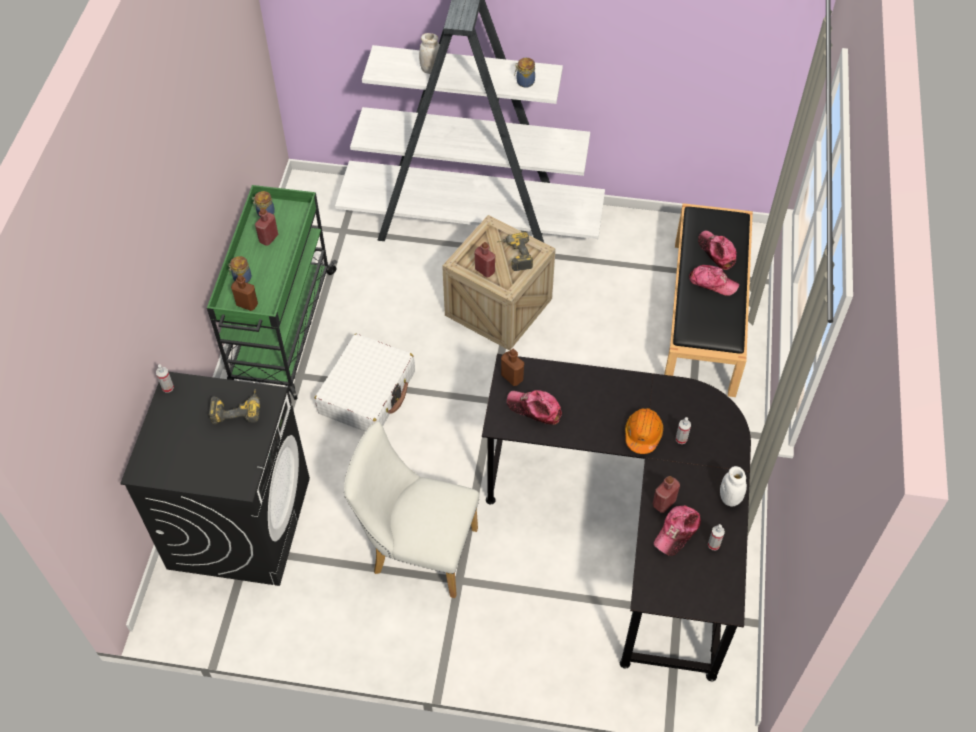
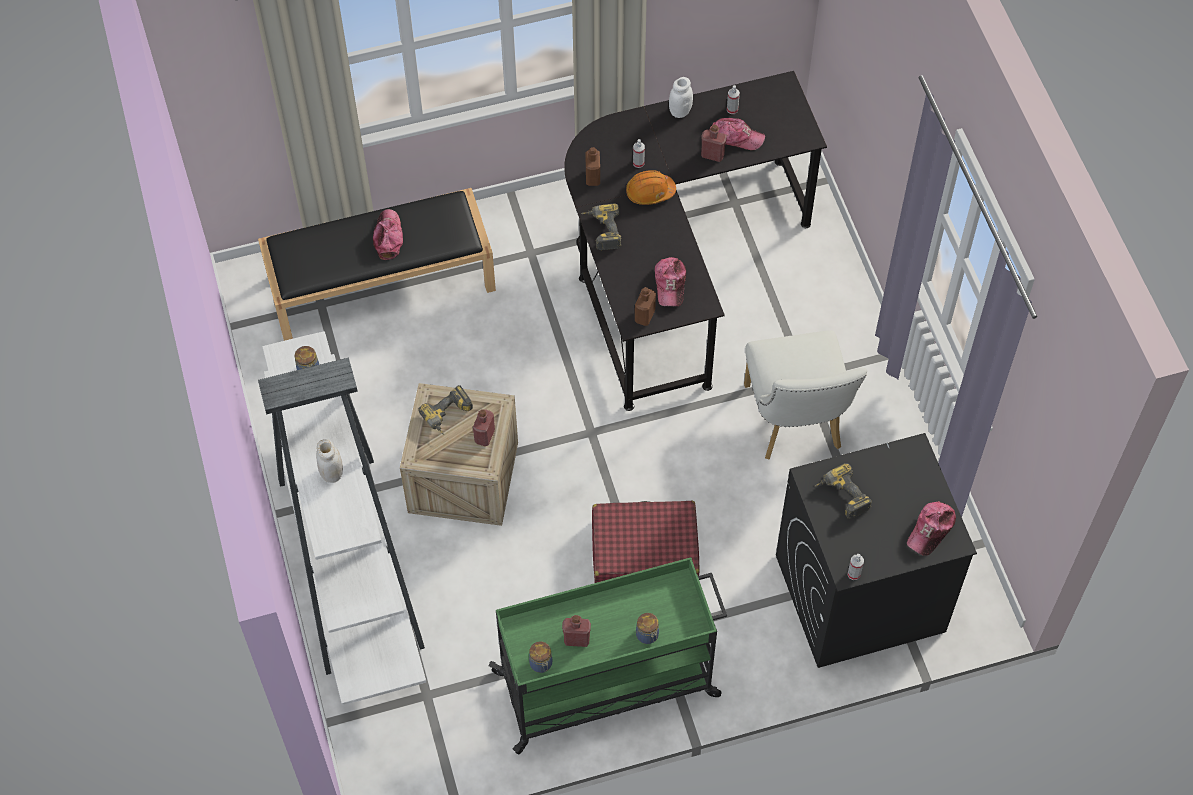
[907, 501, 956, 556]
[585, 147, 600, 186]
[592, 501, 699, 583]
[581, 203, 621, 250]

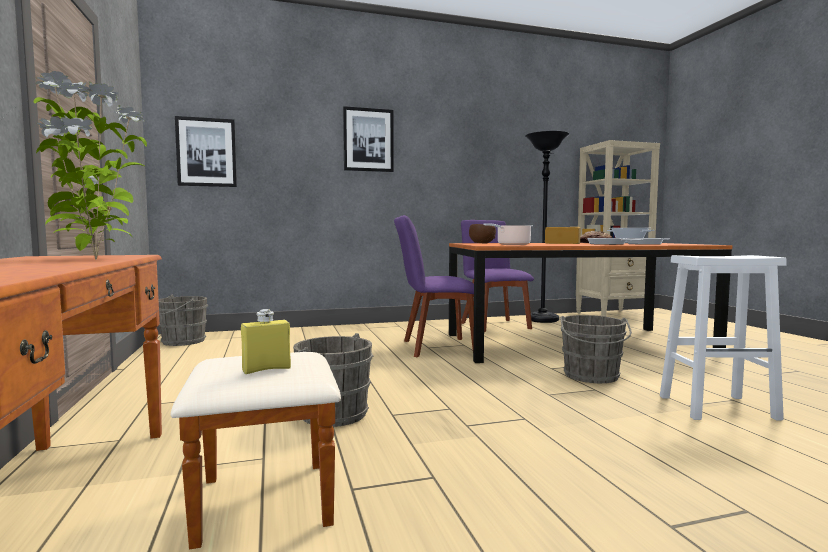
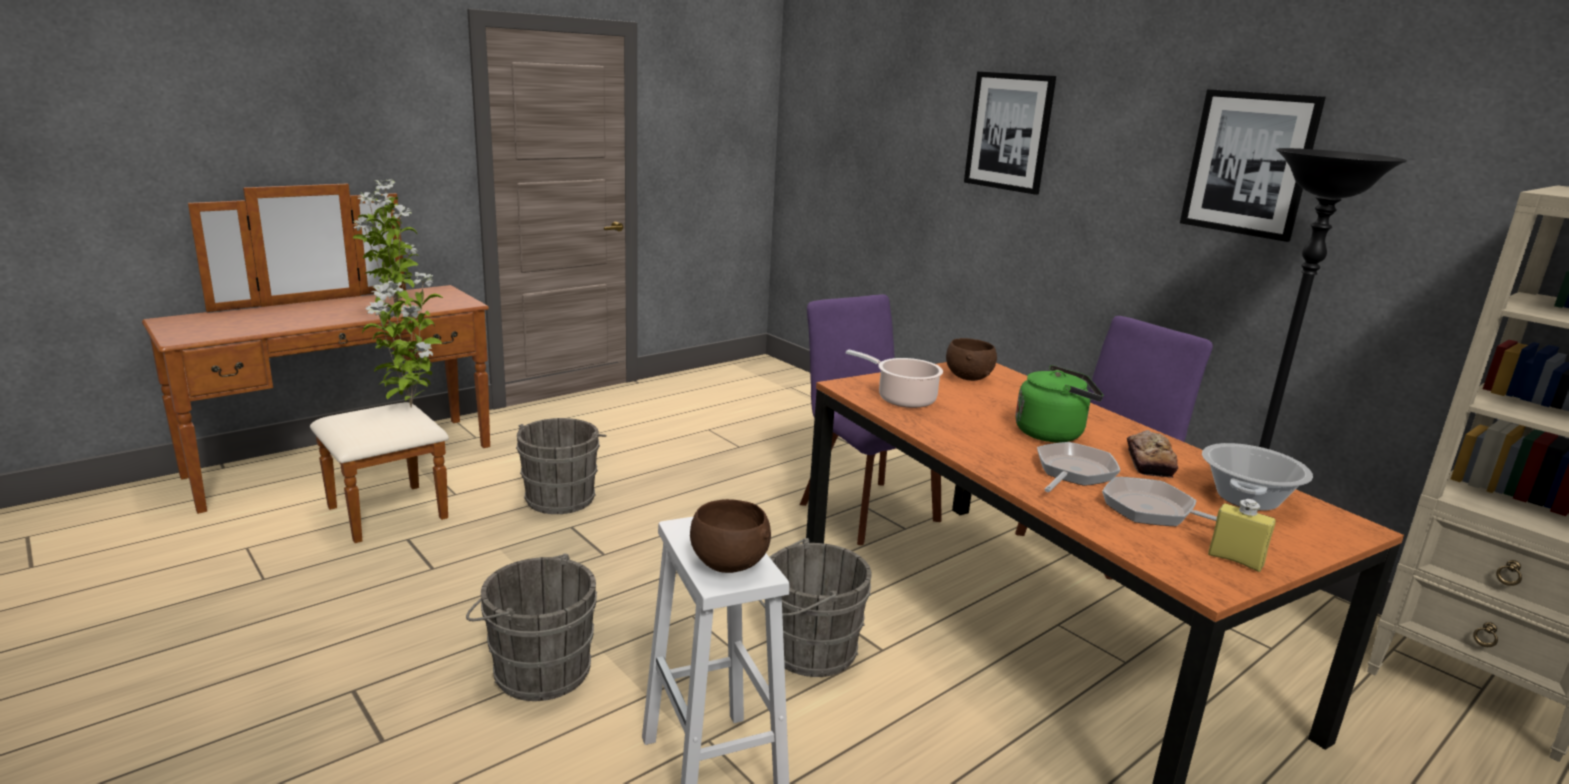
[1180, 89, 1326, 242]
[1016, 365, 1104, 443]
[466, 553, 597, 701]
[1208, 499, 1276, 572]
[362, 272, 443, 408]
[690, 499, 771, 573]

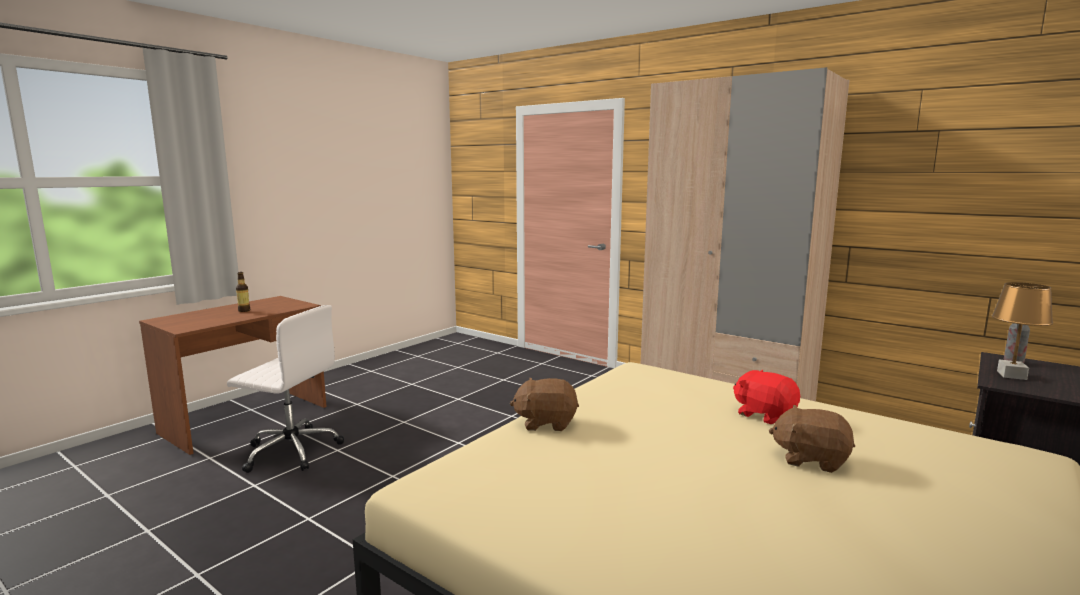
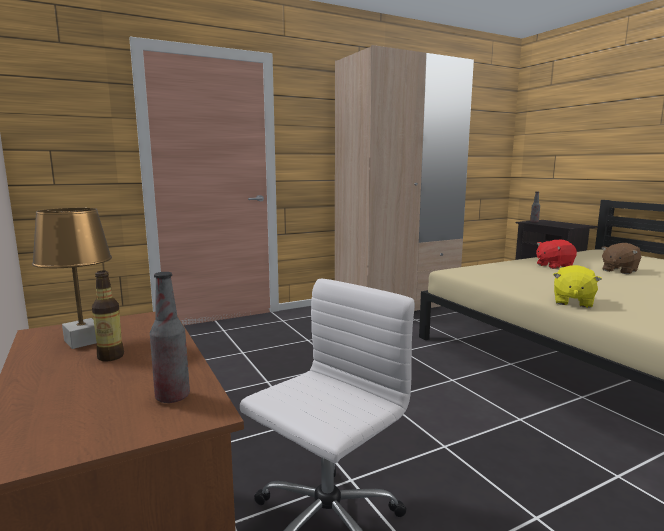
[32, 208, 112, 349]
[553, 265, 602, 308]
[150, 272, 190, 403]

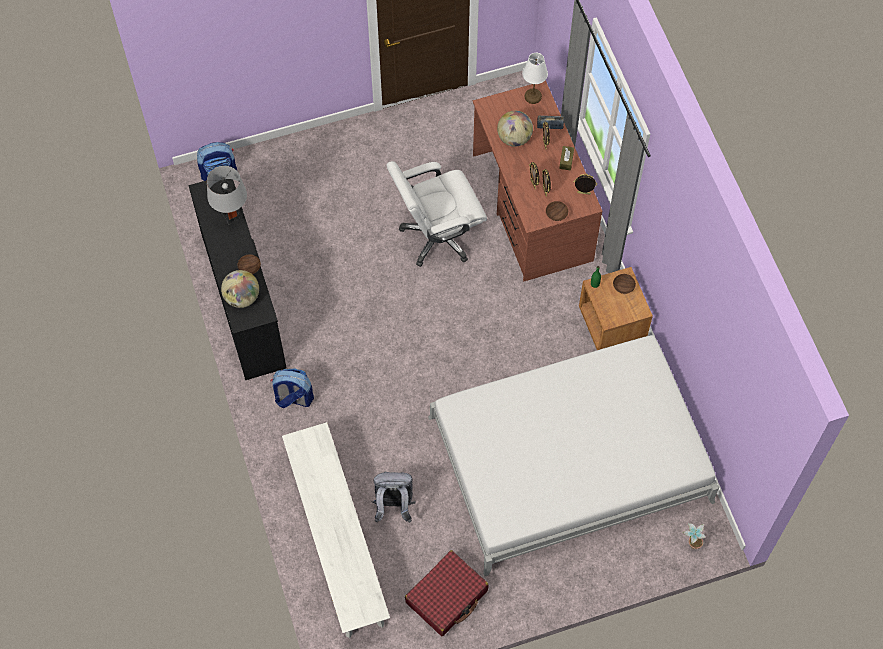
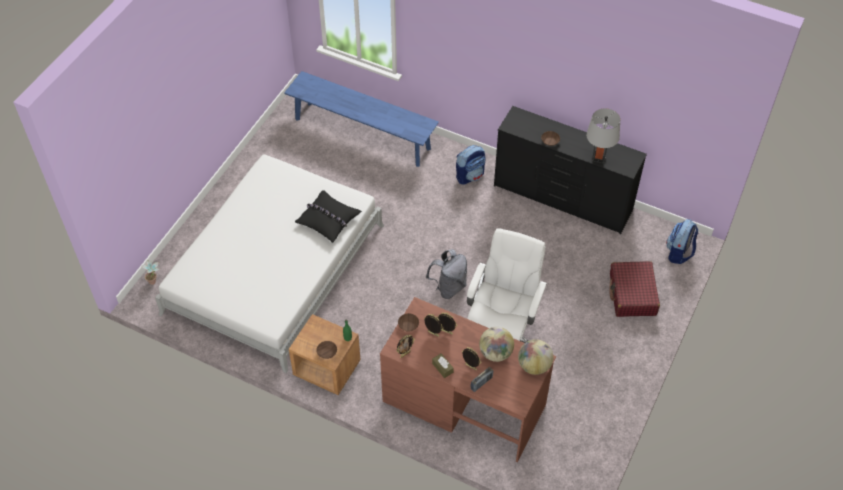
[522, 53, 548, 104] (first image)
[518, 339, 553, 375]
[284, 71, 439, 167]
[426, 249, 467, 299]
[609, 261, 660, 317]
[295, 190, 362, 243]

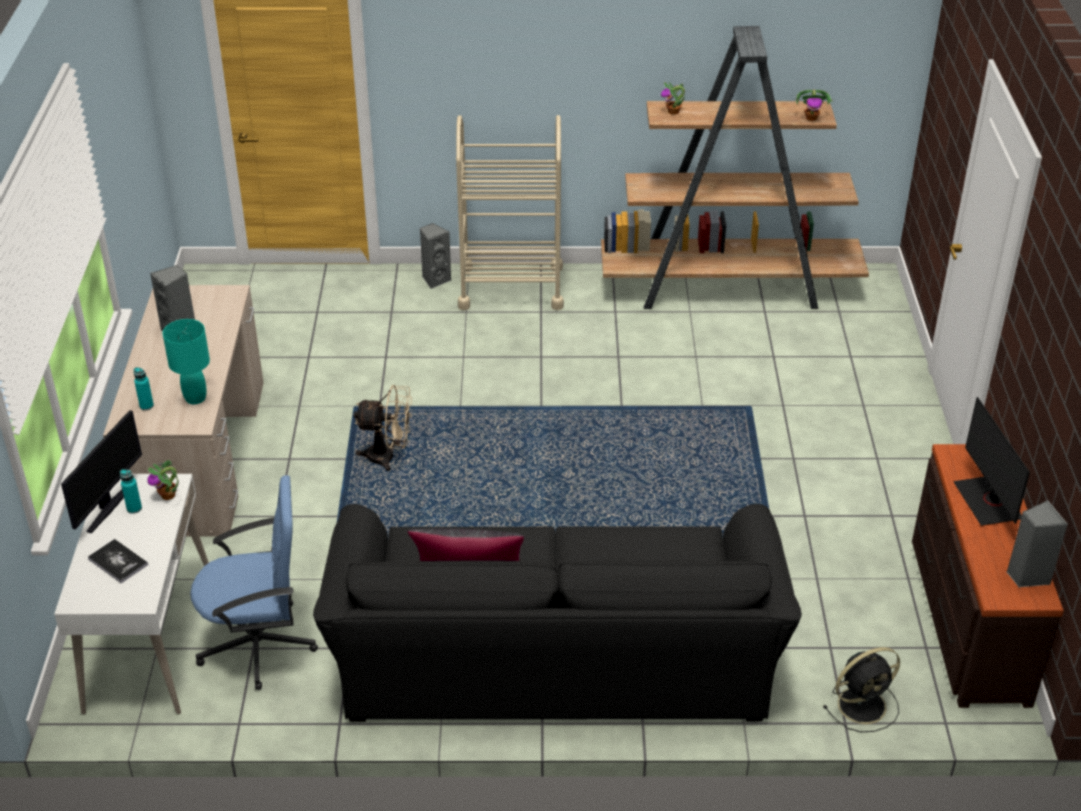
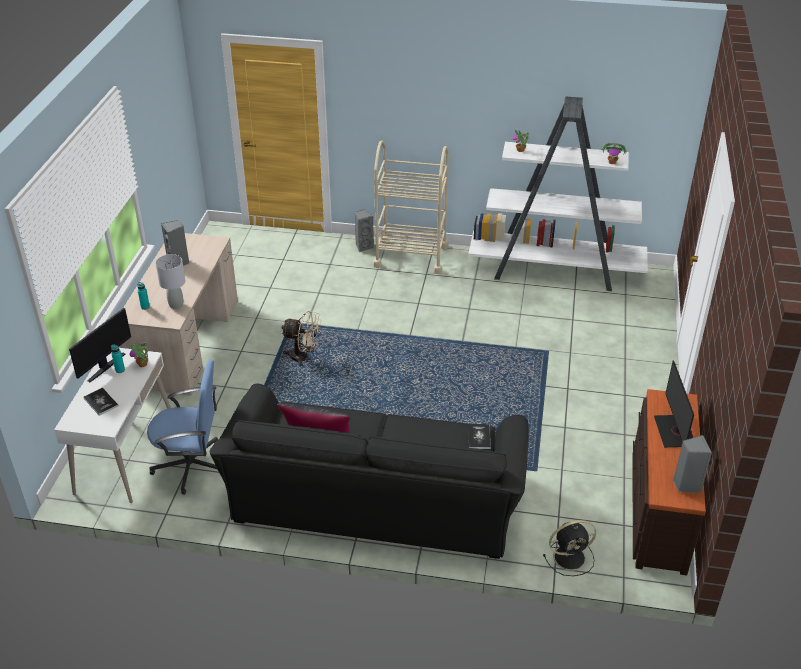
[468, 96, 648, 291]
[156, 254, 186, 309]
[468, 424, 491, 449]

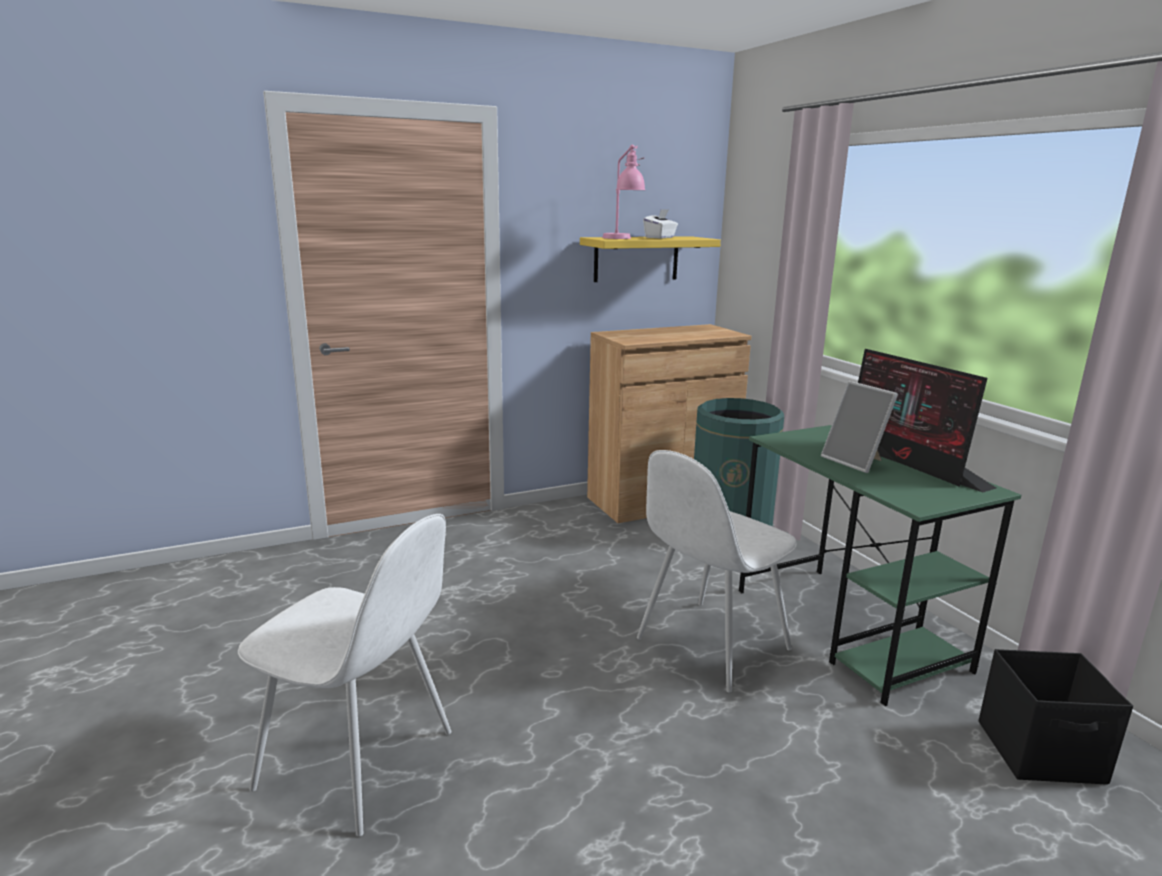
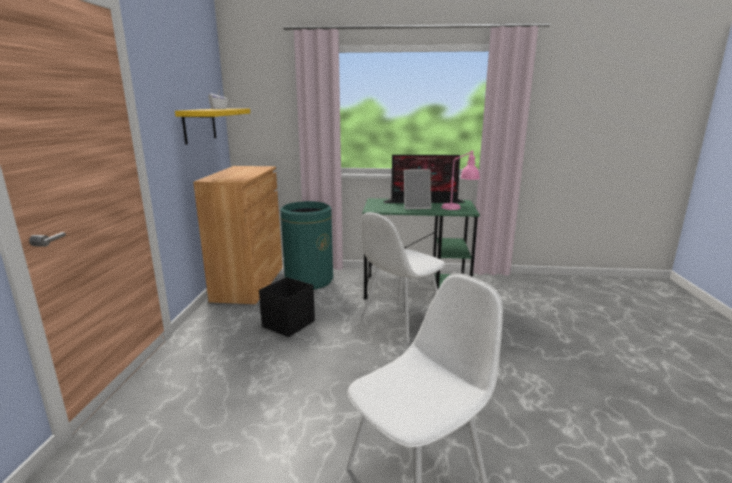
[441, 151, 480, 210]
[362, 212, 445, 343]
[259, 277, 315, 337]

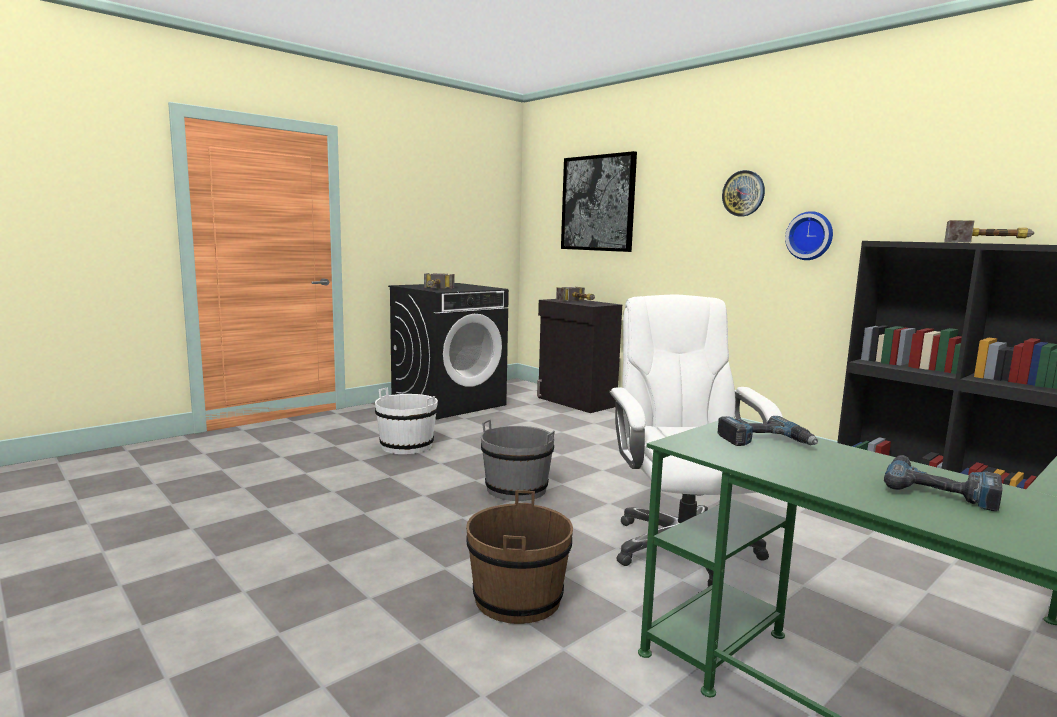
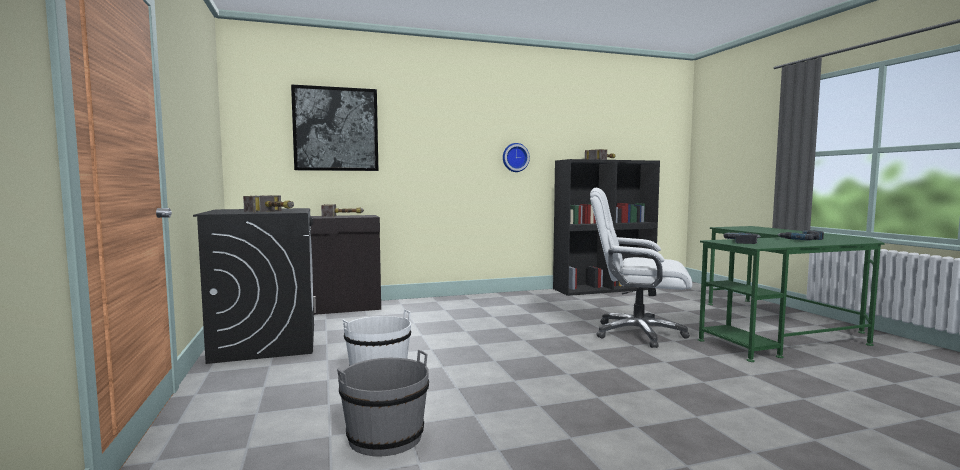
[722, 170, 765, 216] (first image)
[337, 350, 429, 456]
[466, 490, 573, 624] (first image)

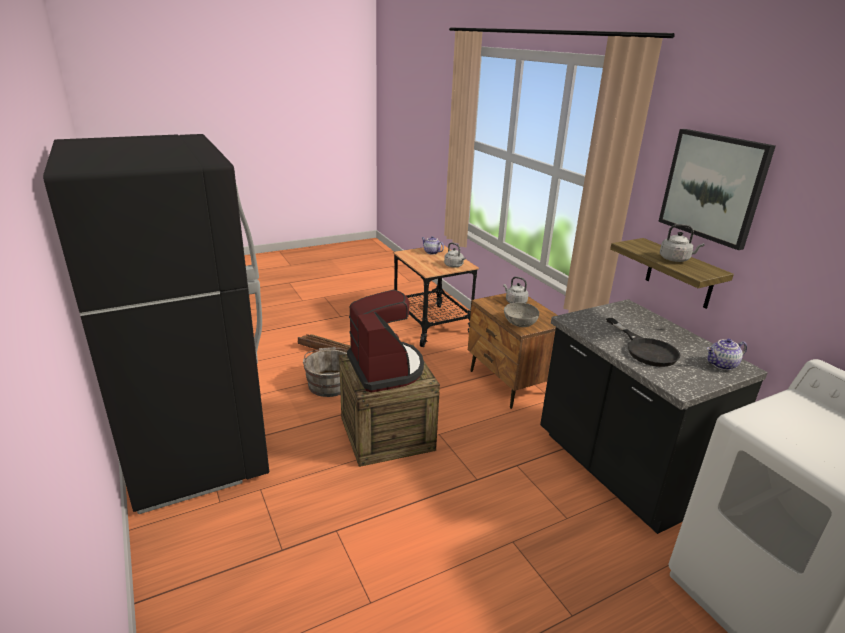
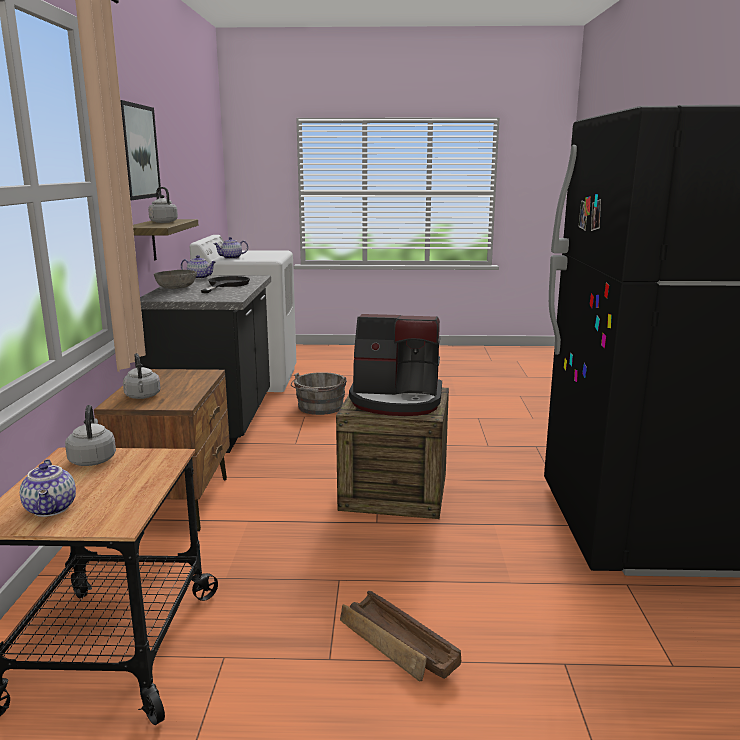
[349, 314, 442, 416]
[154, 270, 197, 289]
[291, 372, 347, 415]
[214, 237, 248, 259]

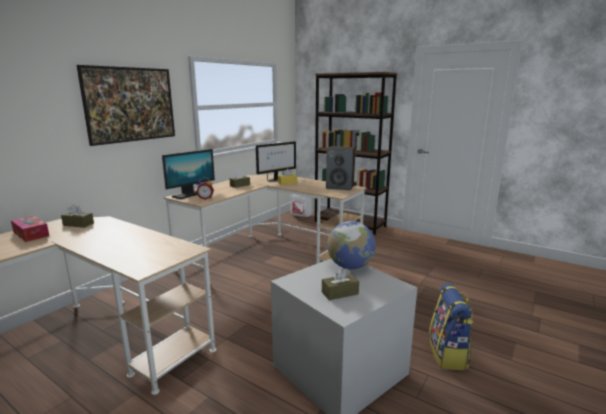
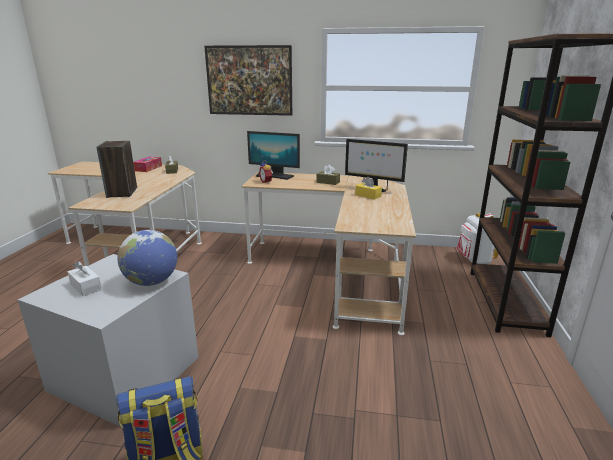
[97, 141, 137, 198]
[68, 261, 102, 296]

